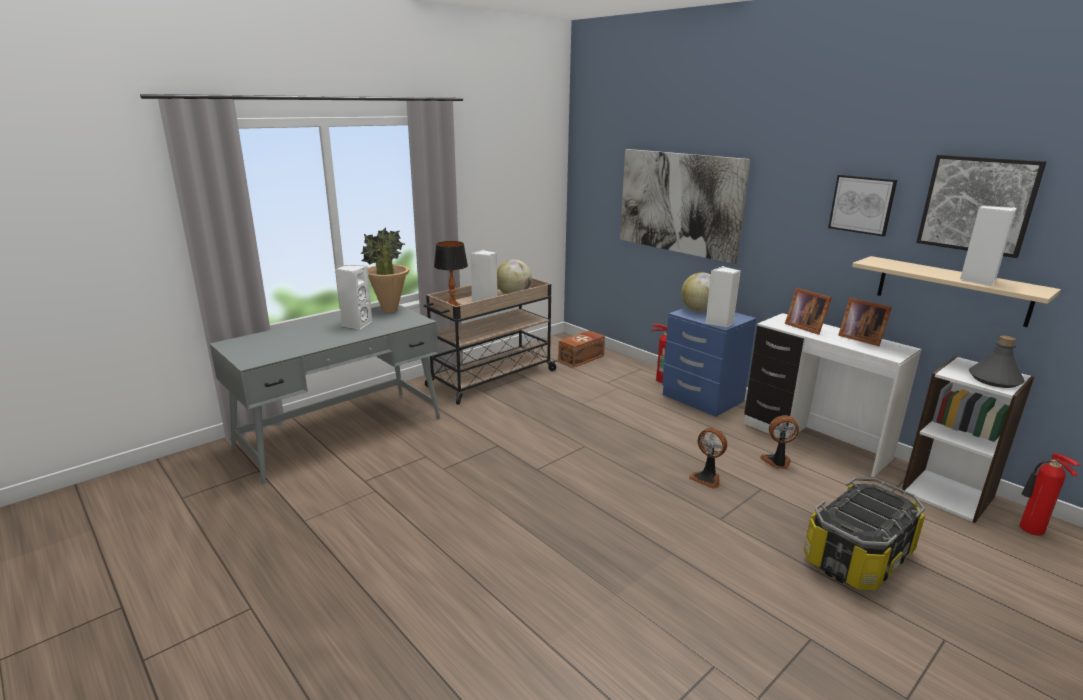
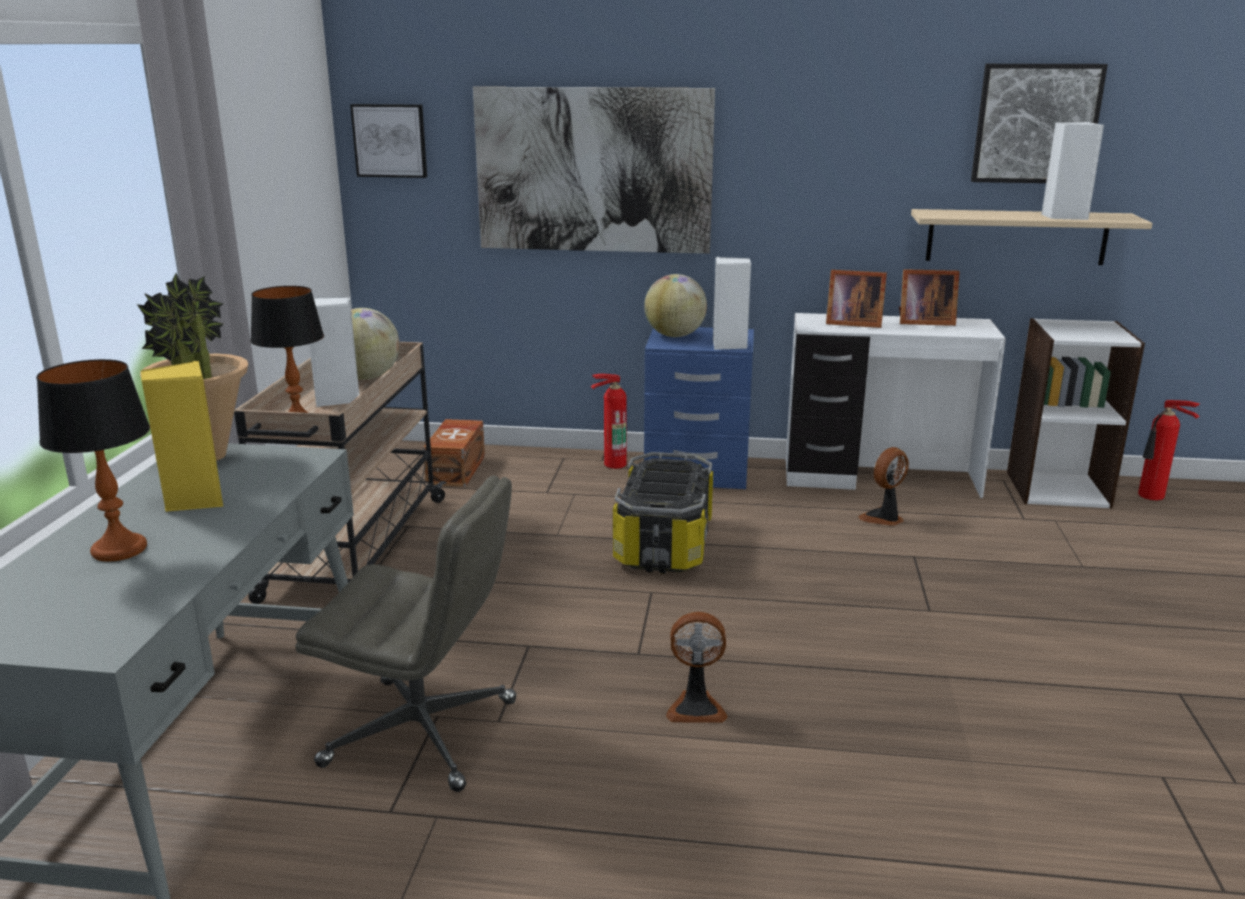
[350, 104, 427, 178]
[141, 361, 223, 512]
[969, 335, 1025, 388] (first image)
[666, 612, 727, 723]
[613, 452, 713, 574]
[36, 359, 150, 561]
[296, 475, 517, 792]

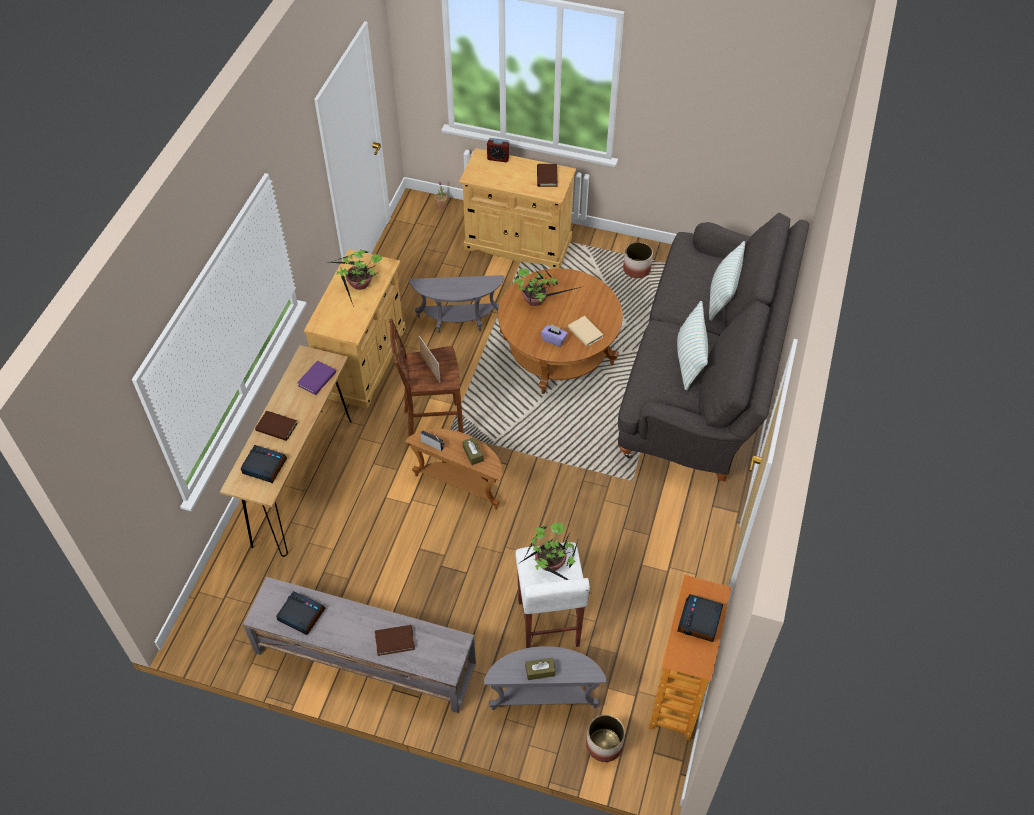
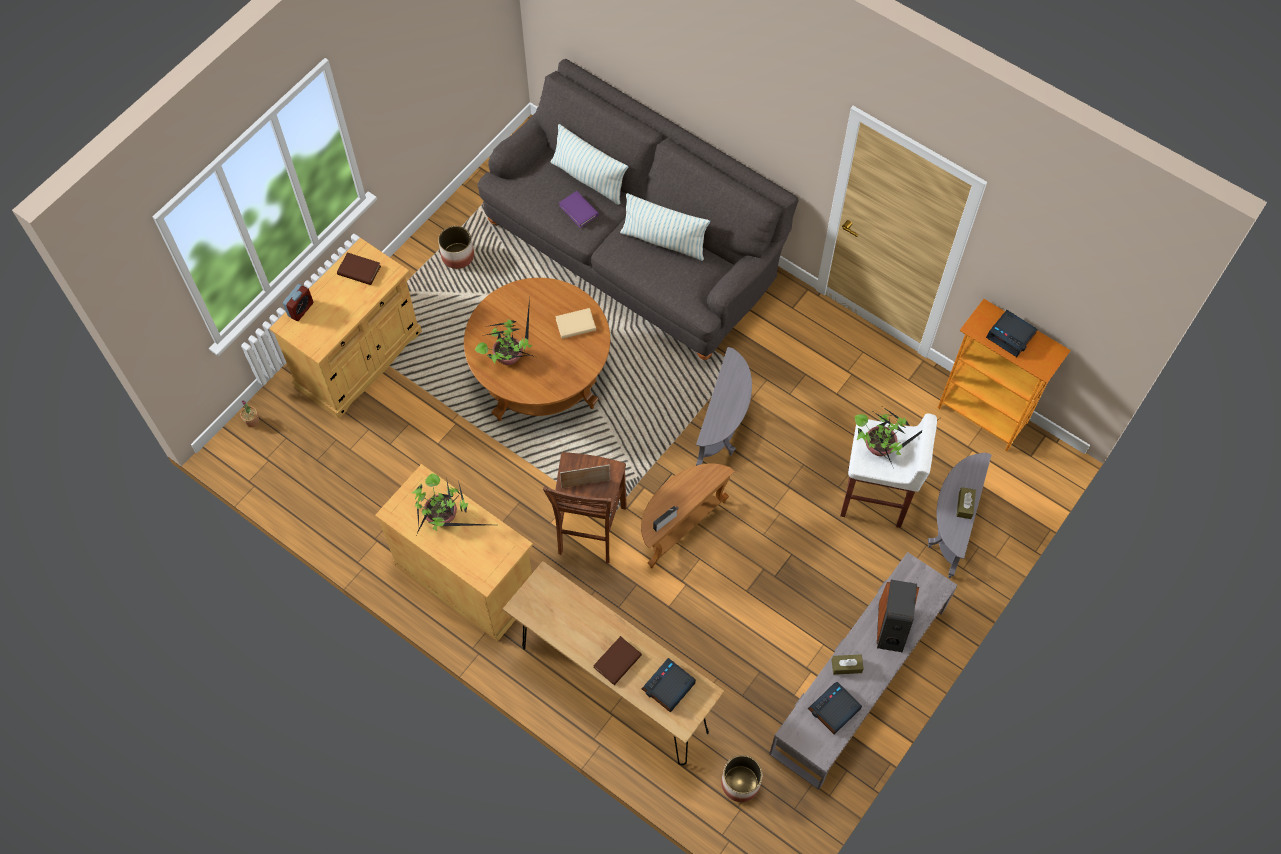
[696, 347, 752, 466]
[541, 324, 568, 347] (first image)
[559, 191, 599, 228]
[832, 654, 864, 675]
[877, 580, 919, 652]
[721, 755, 762, 802]

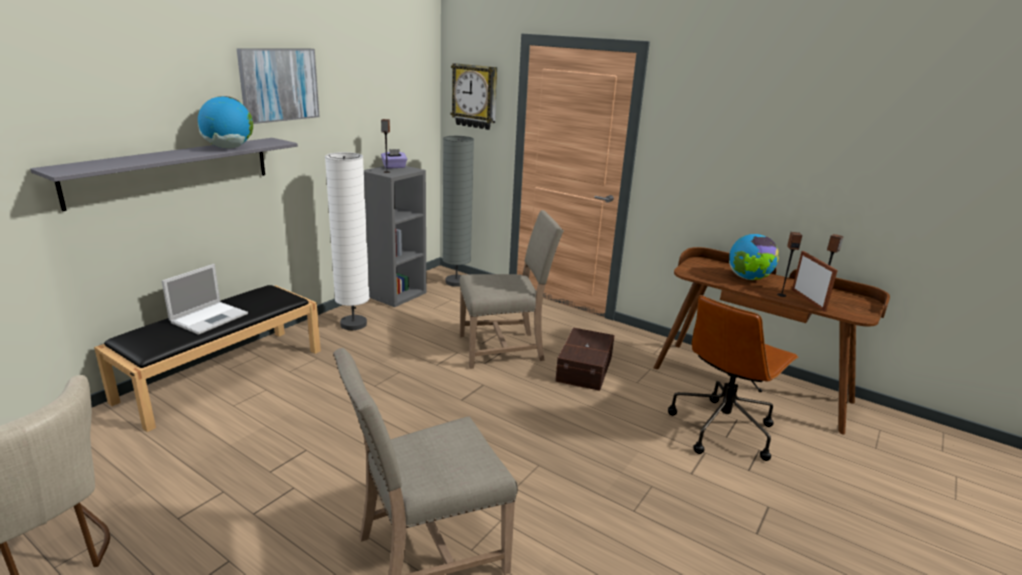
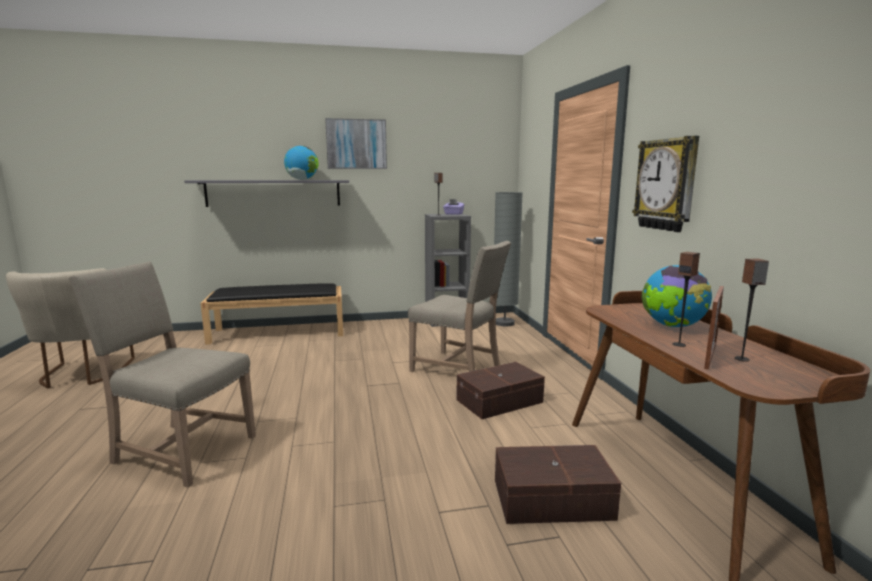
[632, 136, 699, 232]
[325, 152, 370, 330] (first image)
[162, 264, 248, 335] (first image)
[495, 445, 621, 524]

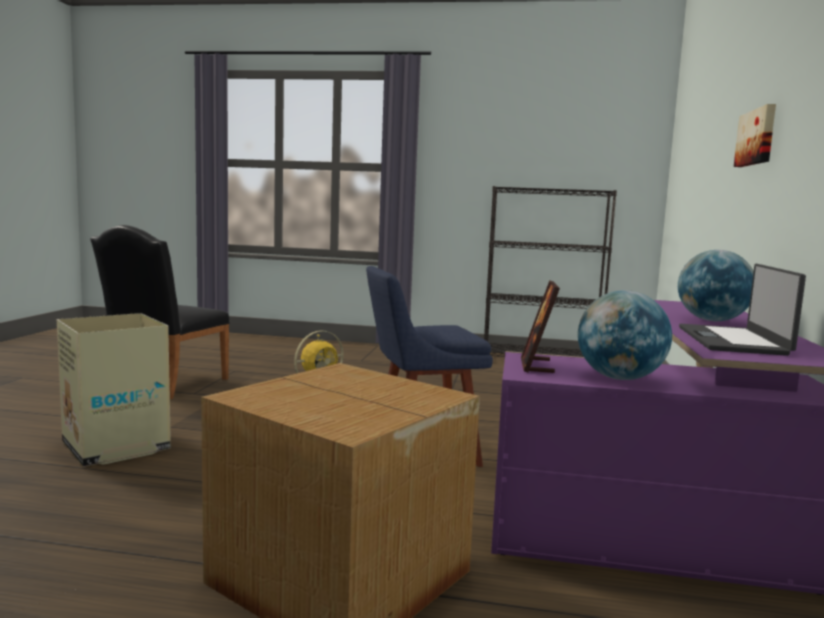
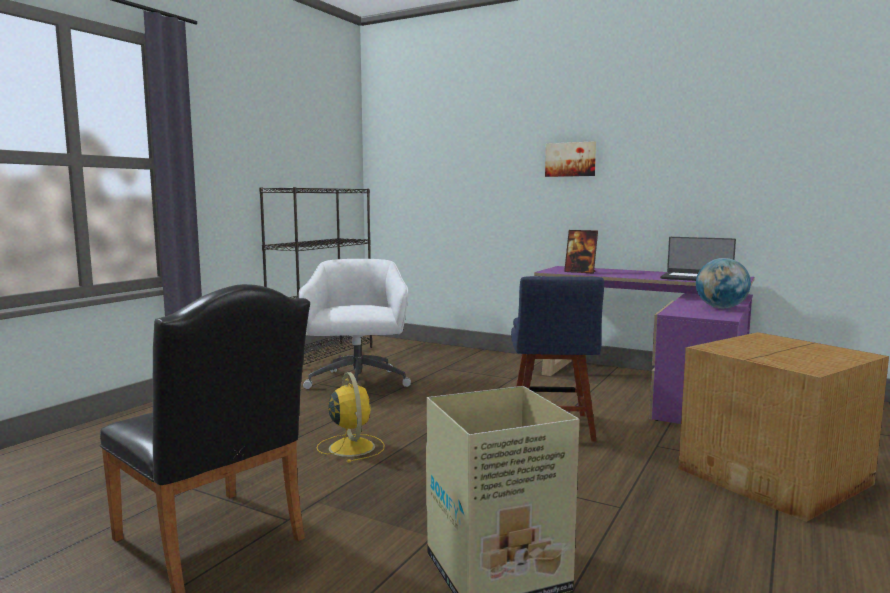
[678, 250, 754, 321] (first image)
[564, 230, 598, 274]
[299, 259, 411, 389]

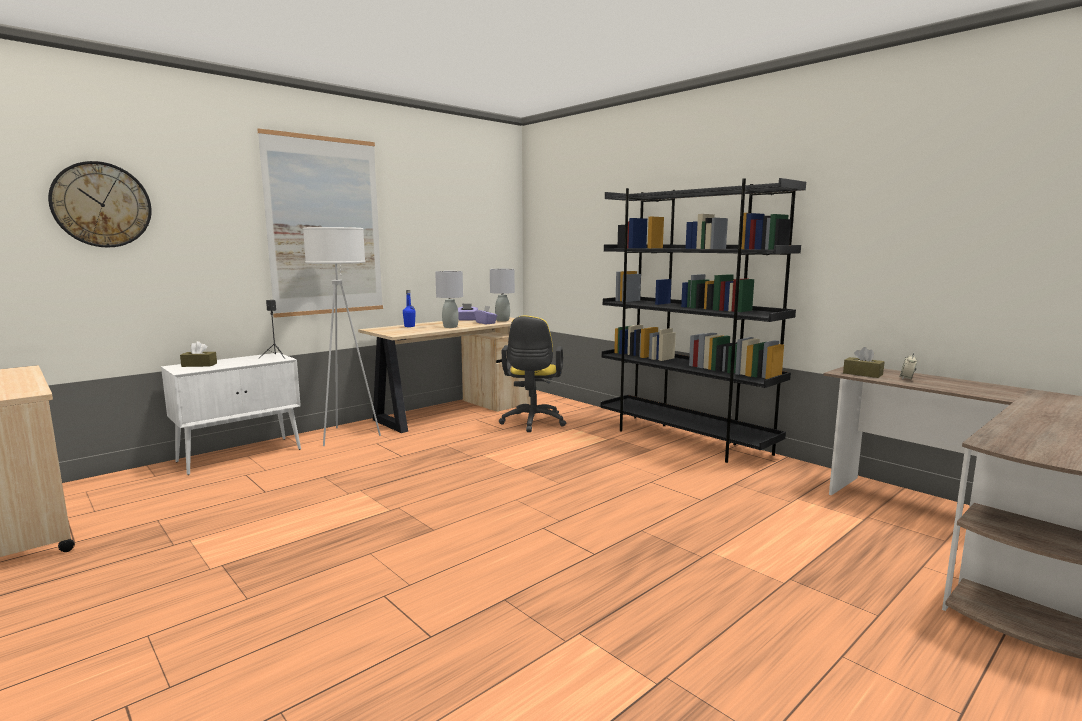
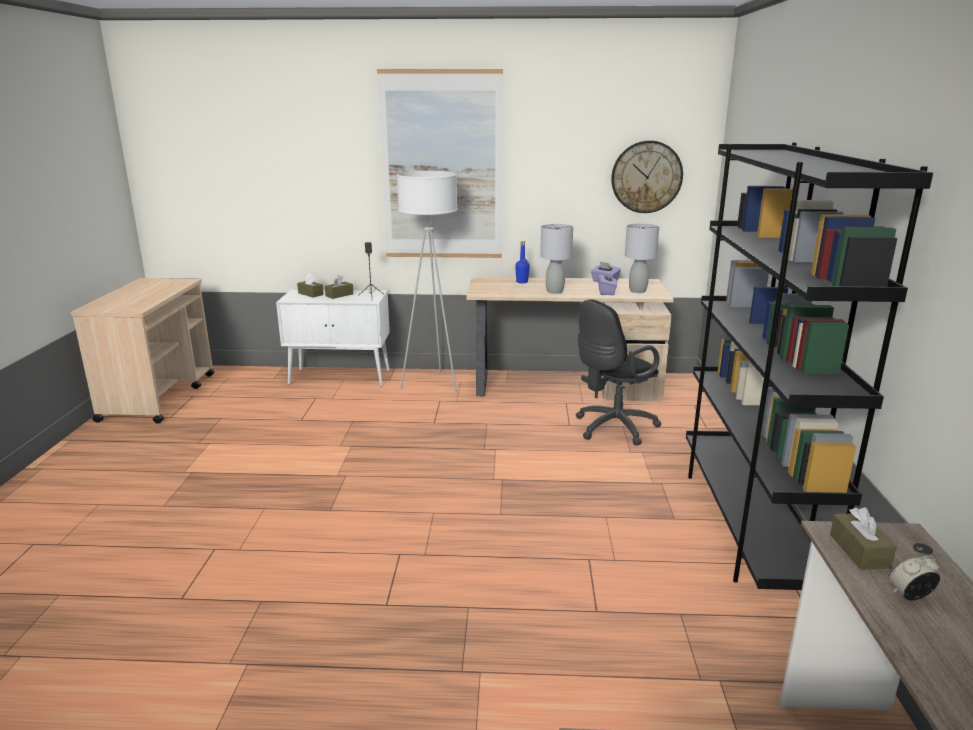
[611, 140, 683, 213]
[576, 299, 662, 445]
[325, 275, 353, 299]

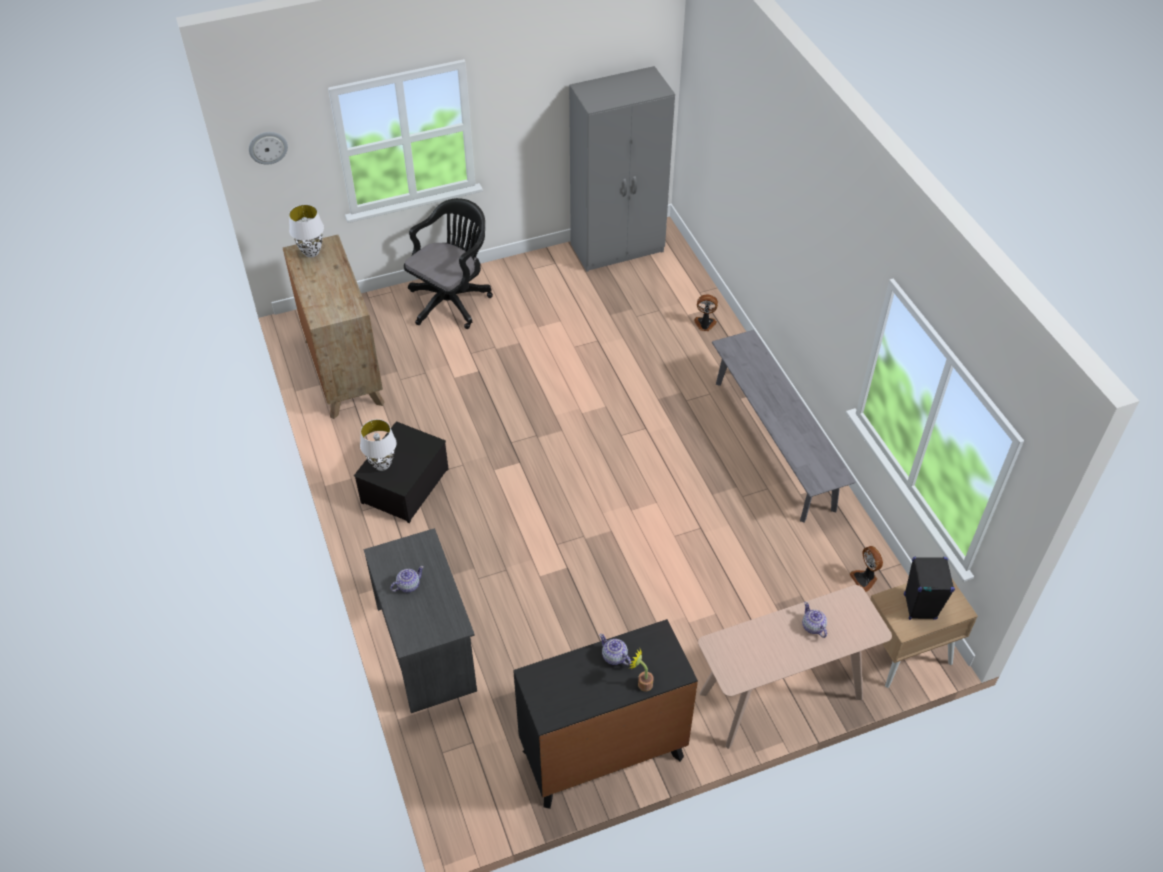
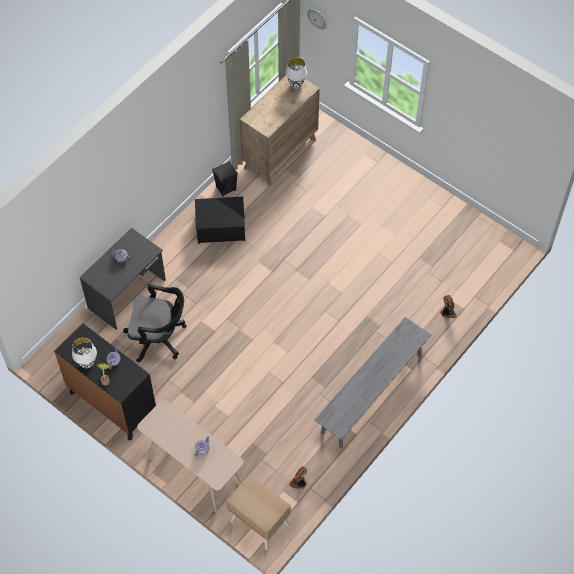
[569, 66, 675, 272] (first image)
[123, 284, 186, 362]
[72, 338, 97, 368]
[212, 161, 238, 196]

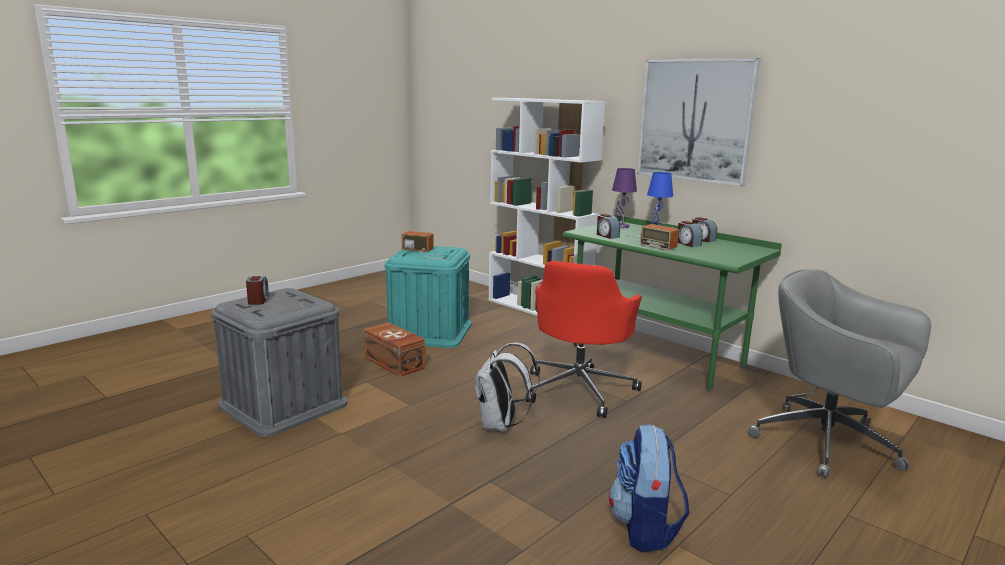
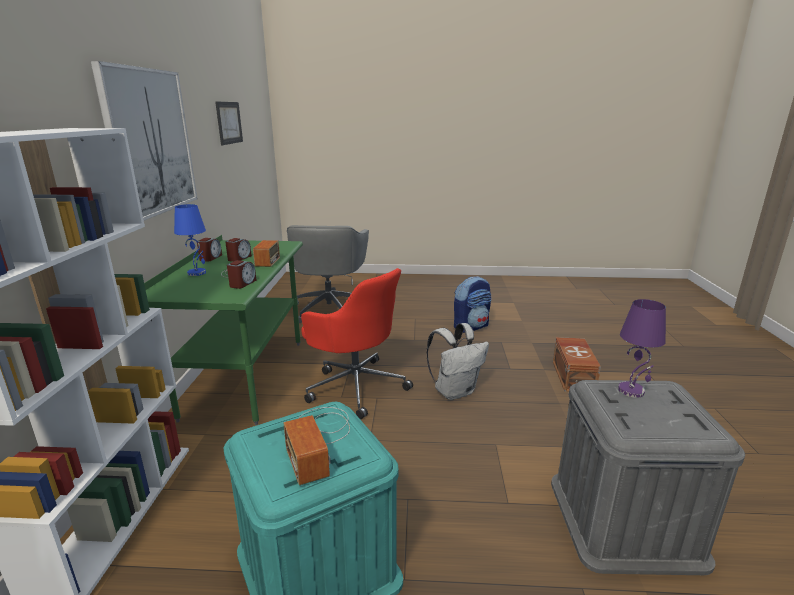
[618, 299, 666, 398]
[301, 268, 413, 419]
[246, 276, 269, 305] (first image)
[553, 337, 601, 392]
[215, 102, 243, 145]

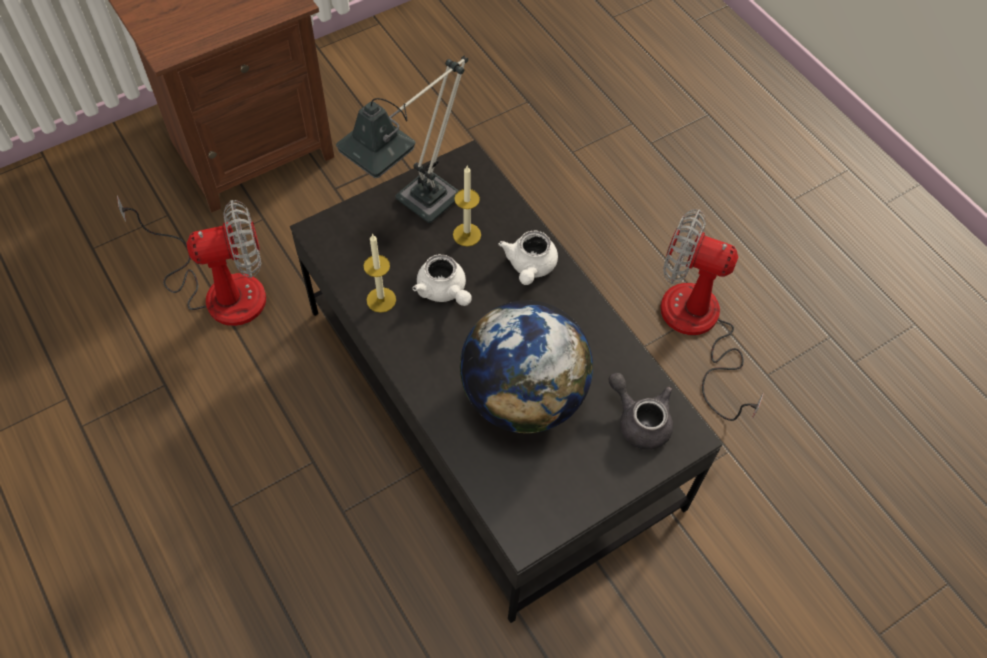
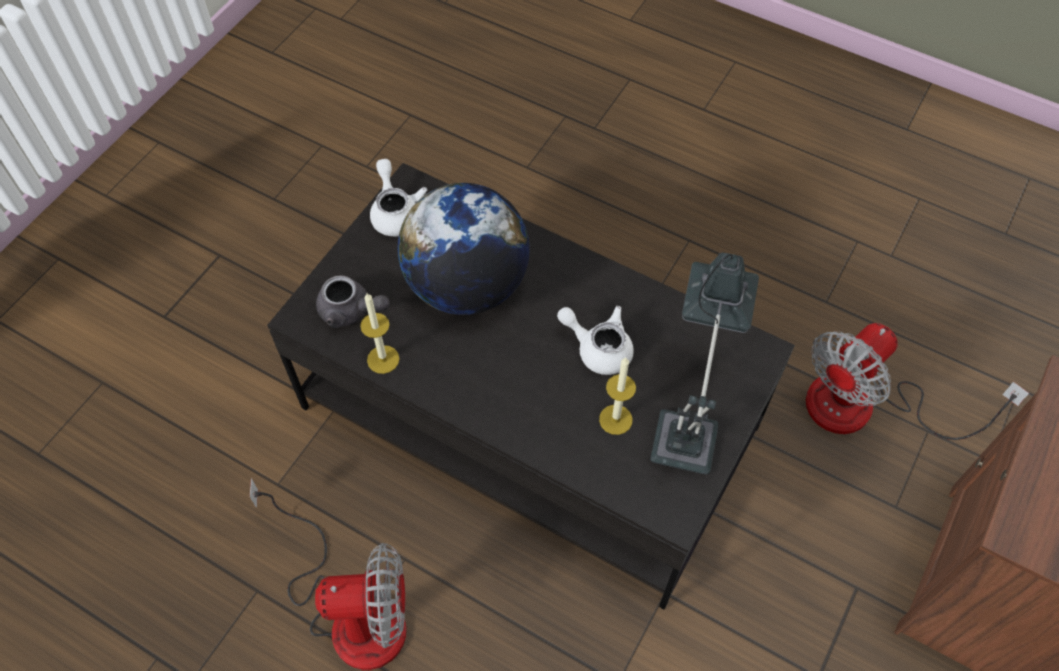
[370, 159, 427, 236]
[360, 293, 400, 374]

